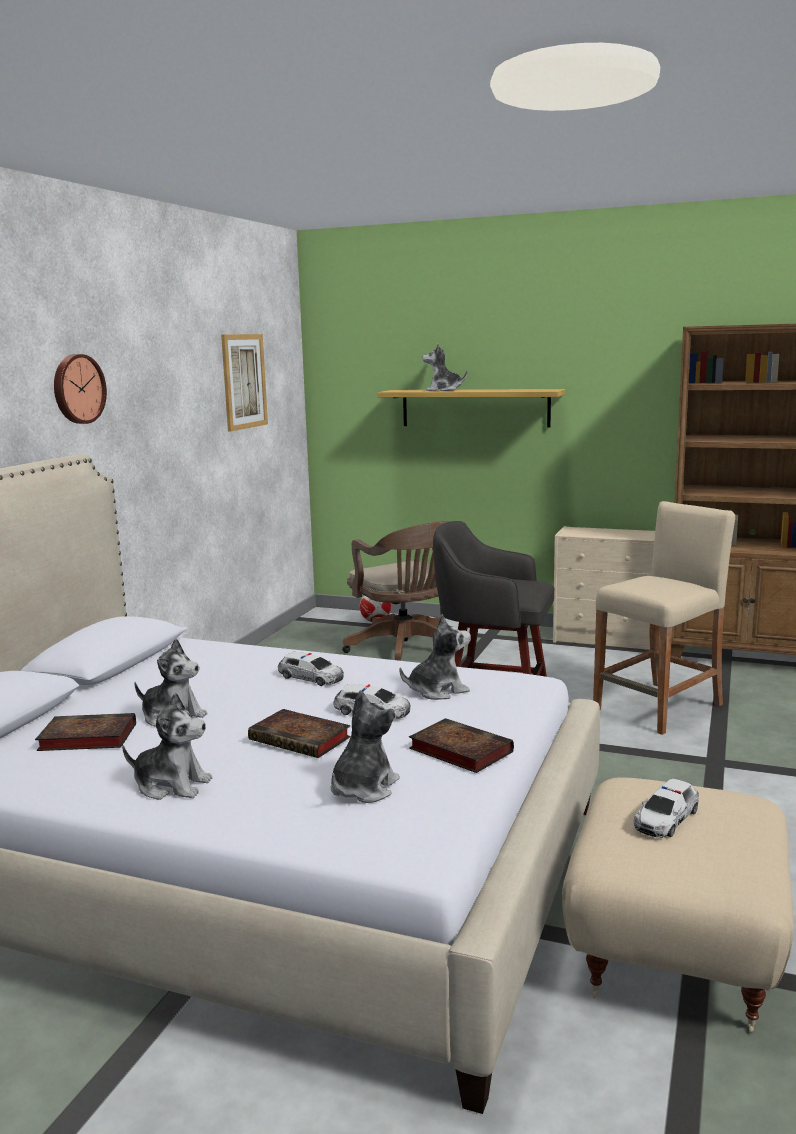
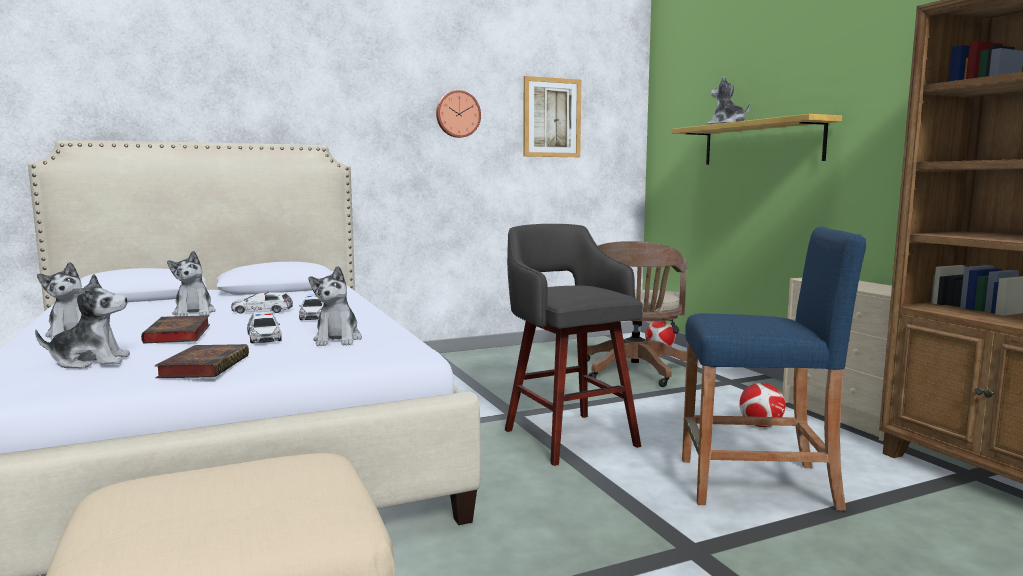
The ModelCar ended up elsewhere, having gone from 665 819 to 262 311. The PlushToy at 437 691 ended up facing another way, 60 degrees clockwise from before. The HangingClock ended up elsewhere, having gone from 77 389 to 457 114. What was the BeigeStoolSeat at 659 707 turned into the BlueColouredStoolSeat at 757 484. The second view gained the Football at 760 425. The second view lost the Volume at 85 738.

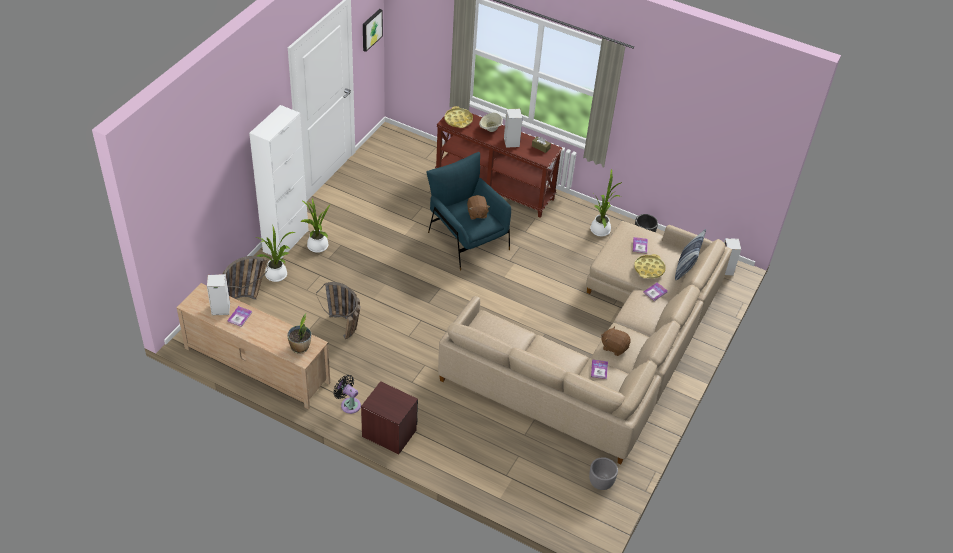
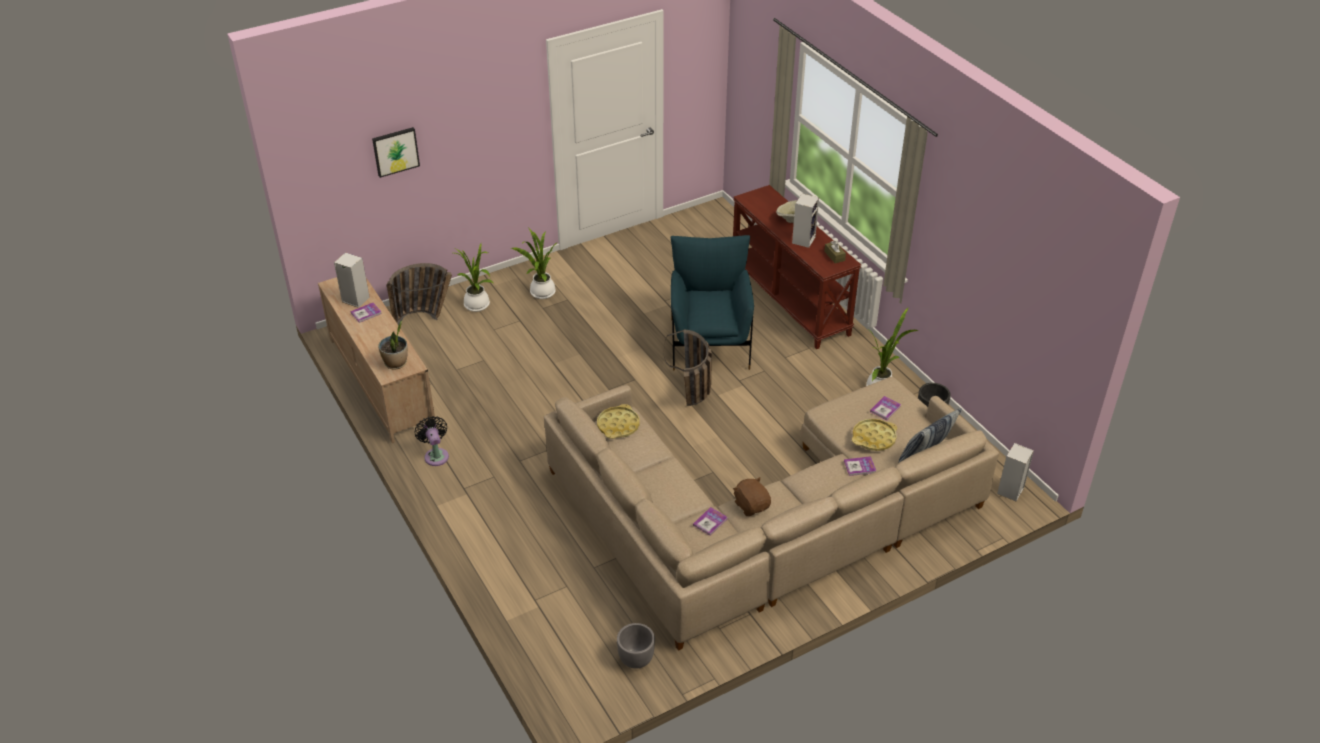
The WallPicture ended up elsewhere, having gone from 371 29 to 395 151. The YellowishServingTray ended up elsewhere, having gone from 458 120 to 618 425. The Basket ended up elsewhere, having gone from 346 331 to 693 398. The second view lost the WhitishCabinet at 286 241. The second view lost the BrownColouredNightTable at 389 433. The second view lost the BrownColouredPlushToy at 477 213.

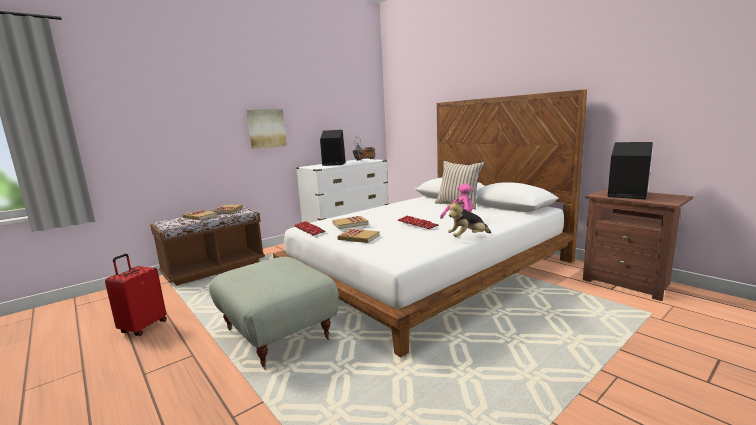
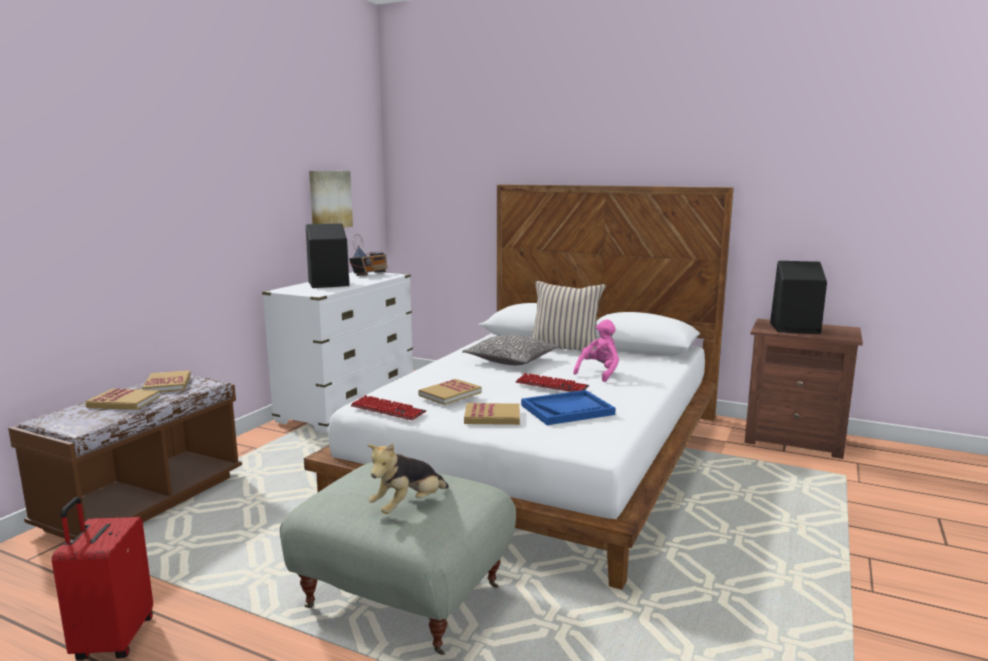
The WallPicture ended up elsewhere, having gone from 266 128 to 329 200. The PlushToy ended up elsewhere, having gone from 468 237 to 408 506. The second view gained the Cushion at 511 360. The second view gained the BlueColouredServingTray at 567 410.

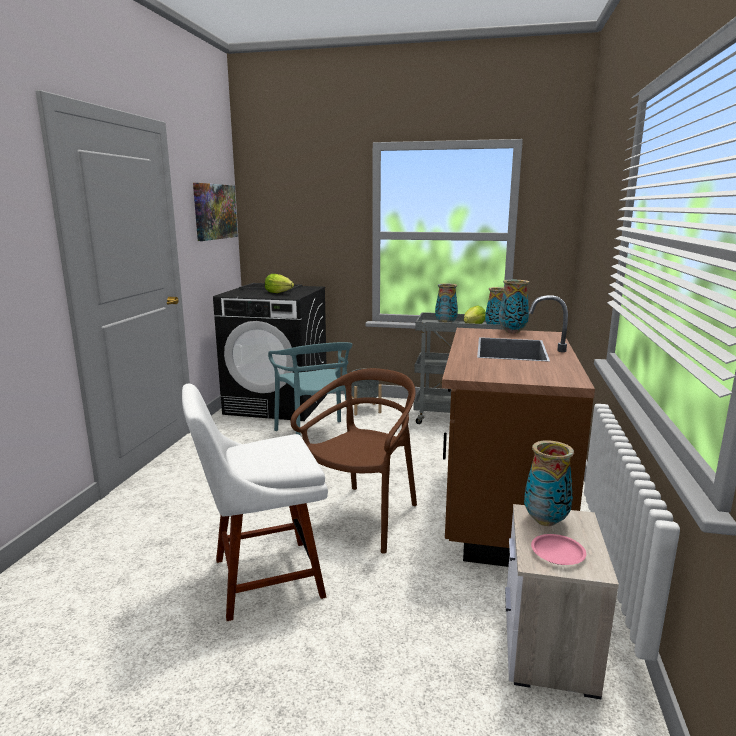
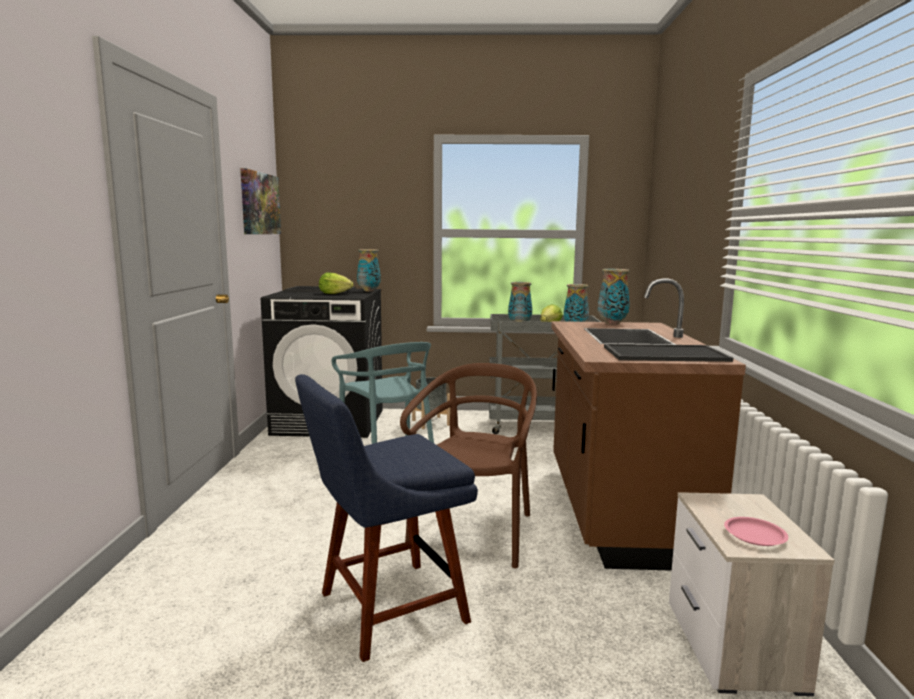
What was the WhitishPlainChair at 261 579 turned into the BlueColouredPlainChair at 385 609. The FlowerVase ended up elsewhere, having gone from 545 520 to 369 290. The second view gained the ServingTray at 664 354.

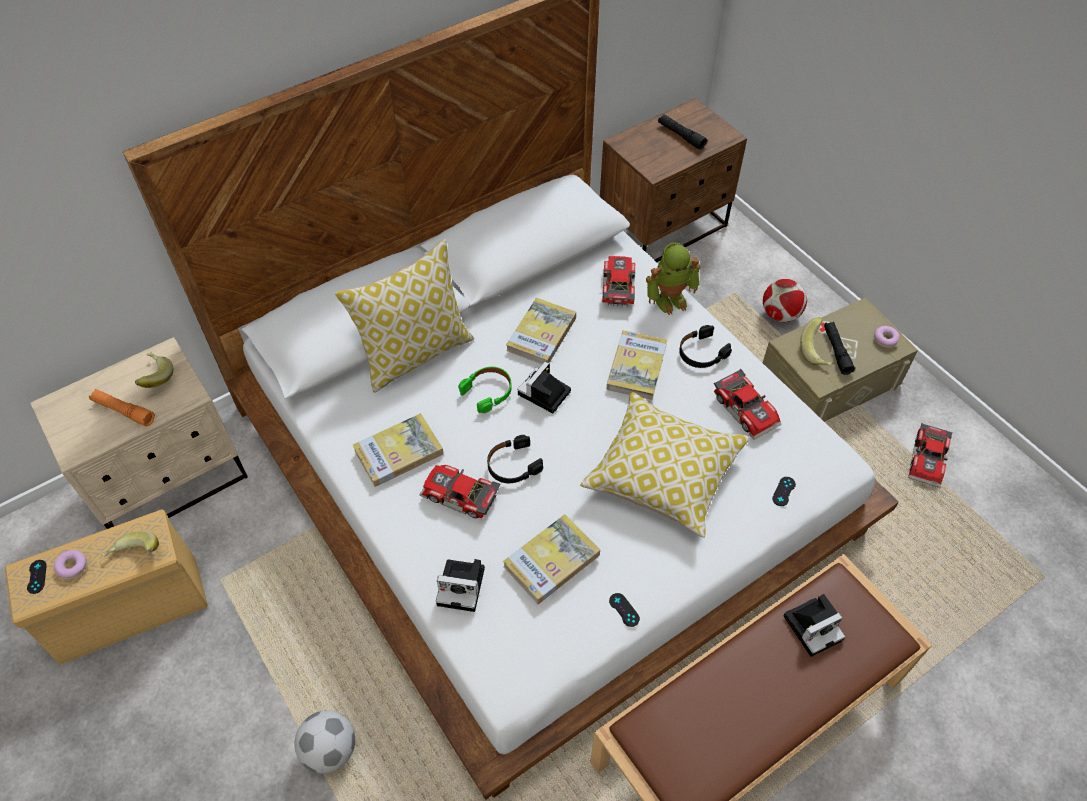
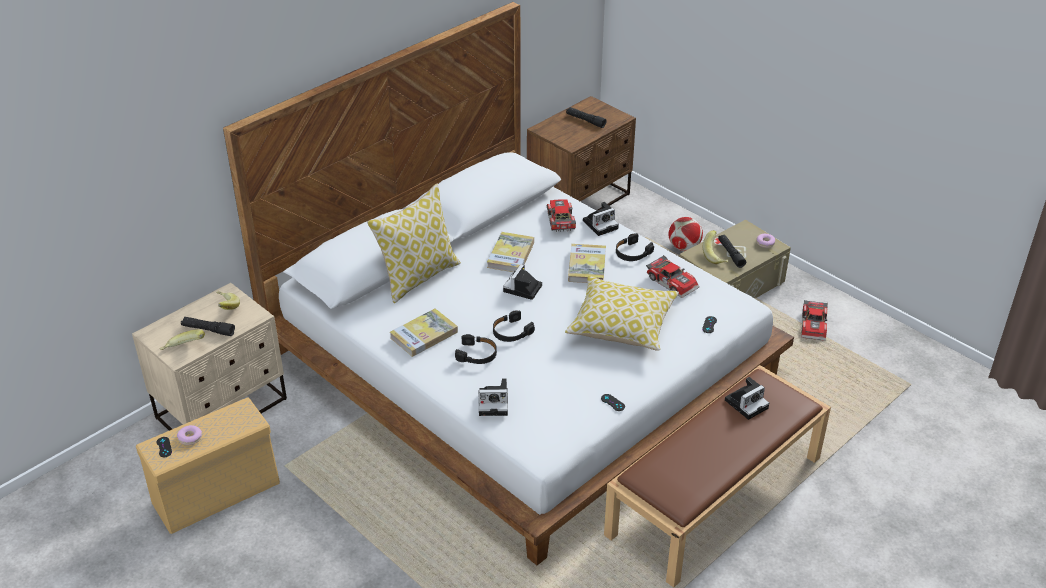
The Banana ended up elsewhere, having gone from 135 555 to 184 349. What was the OrangeTorch at 124 411 turned into the BlackColouredTorch at 208 330. Where the ModelCar stood at 459 497, the BlackColouredHeadset came to stand at 477 354. Where the RobotFigure stood at 670 299, the StillCamera came to stand at 601 224. The second view lost the Football at 330 750. The second view lost the GreenColouredHeadset at 488 391. The second view lost the Volume at 551 560.

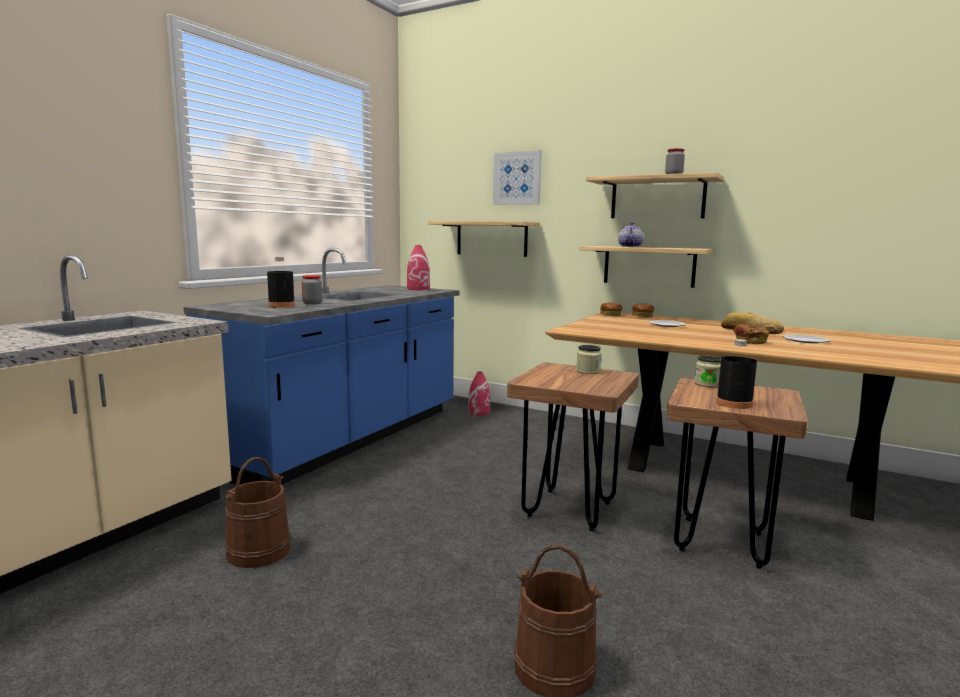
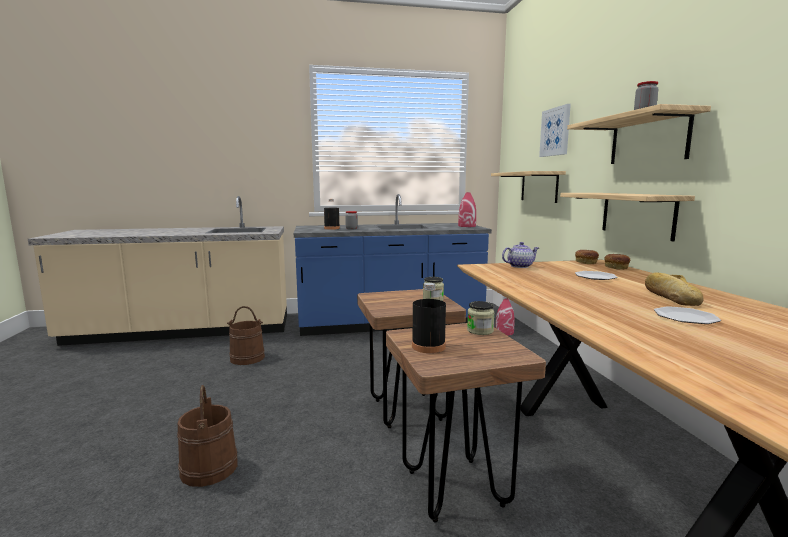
The PotForTea ended up elsewhere, having gone from 629 246 to 520 266. The second view lost the Bread at 749 342.

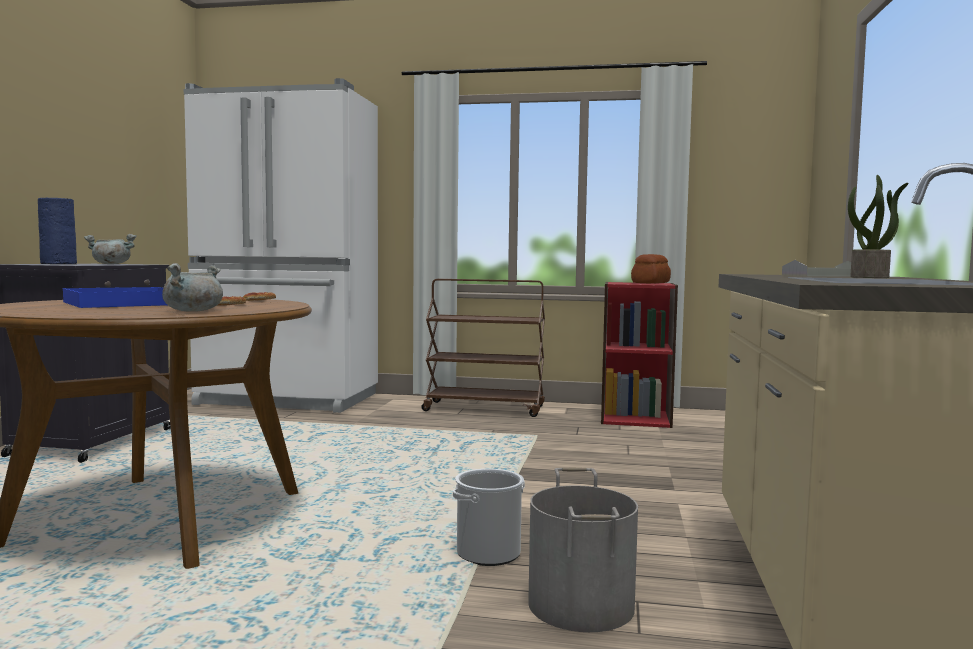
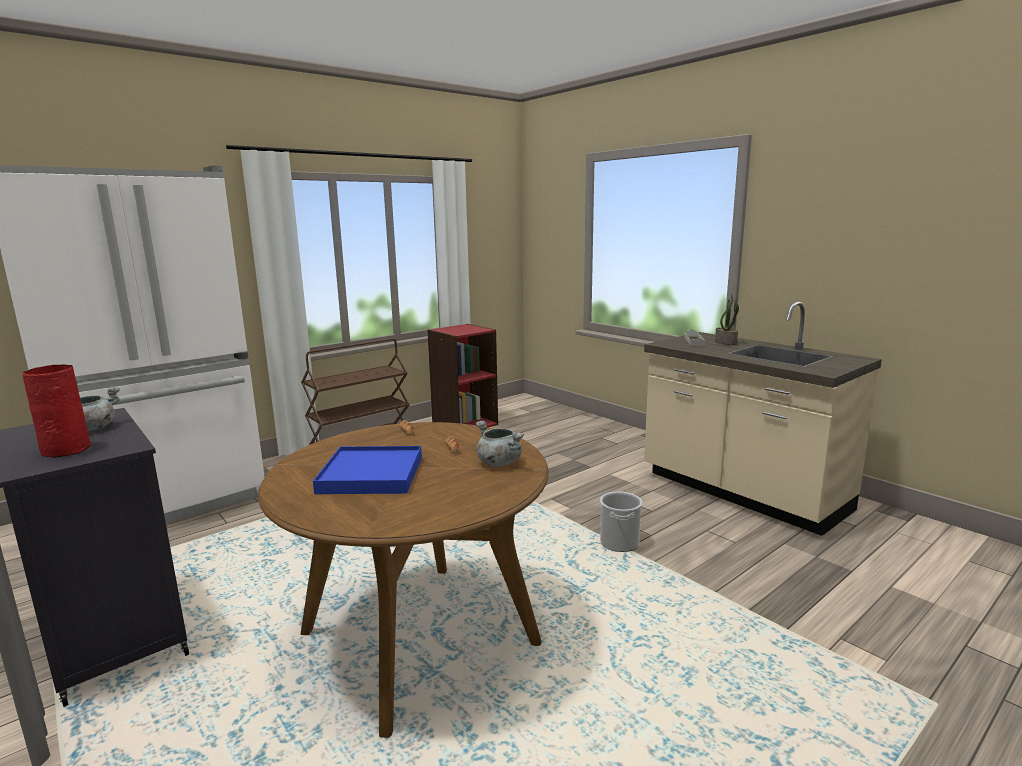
What was the BlueColouredFlowerVase at 60 264 turned into the RedFlowerVase at 67 450. The second view lost the GreyishWaterBucket at 582 604. The second view lost the Bread at 649 283.

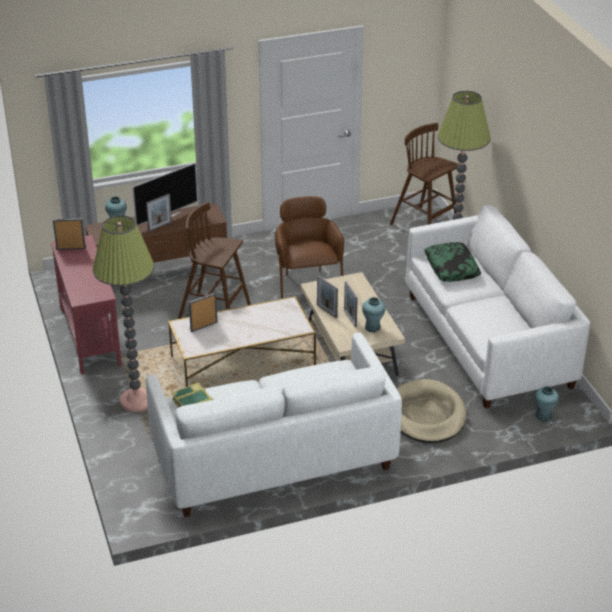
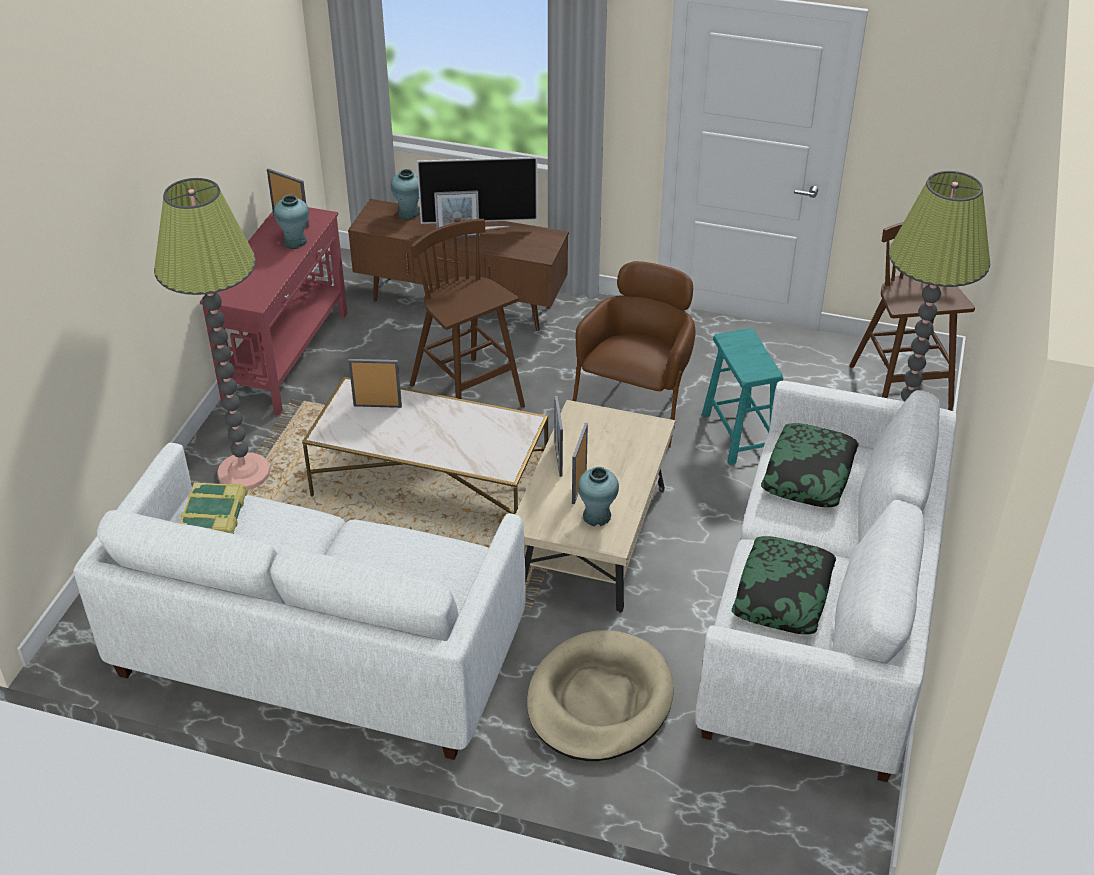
The BlueGreenFlowerVase ended up elsewhere, having gone from 543 415 to 295 242. The second view gained the BlueGreenStoolSeat at 739 434. The second view gained the Cushion at 783 594.

